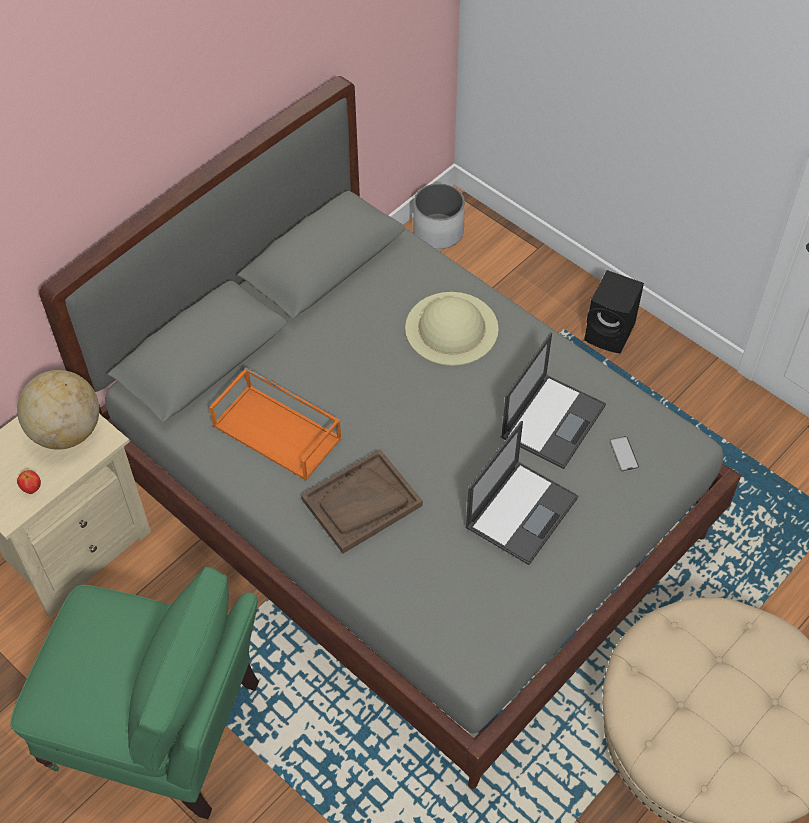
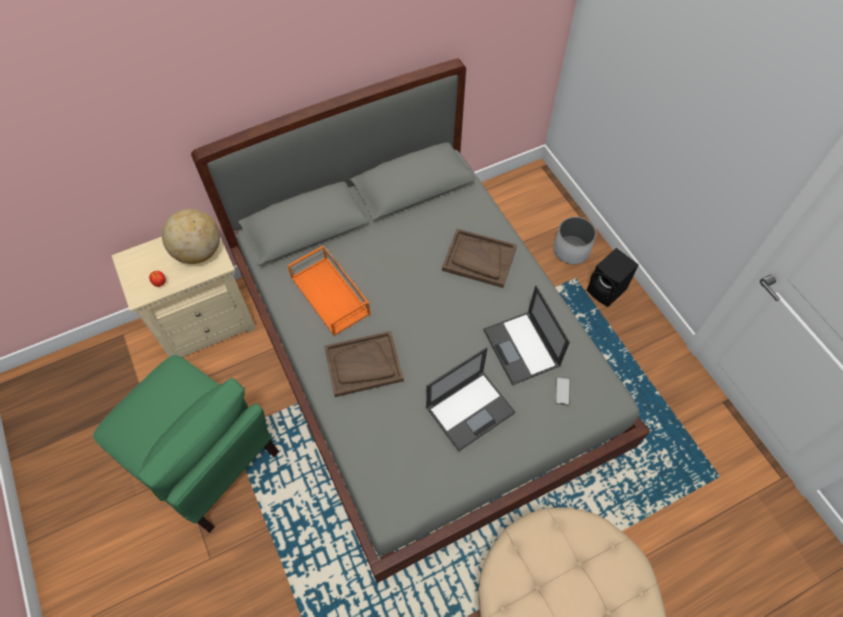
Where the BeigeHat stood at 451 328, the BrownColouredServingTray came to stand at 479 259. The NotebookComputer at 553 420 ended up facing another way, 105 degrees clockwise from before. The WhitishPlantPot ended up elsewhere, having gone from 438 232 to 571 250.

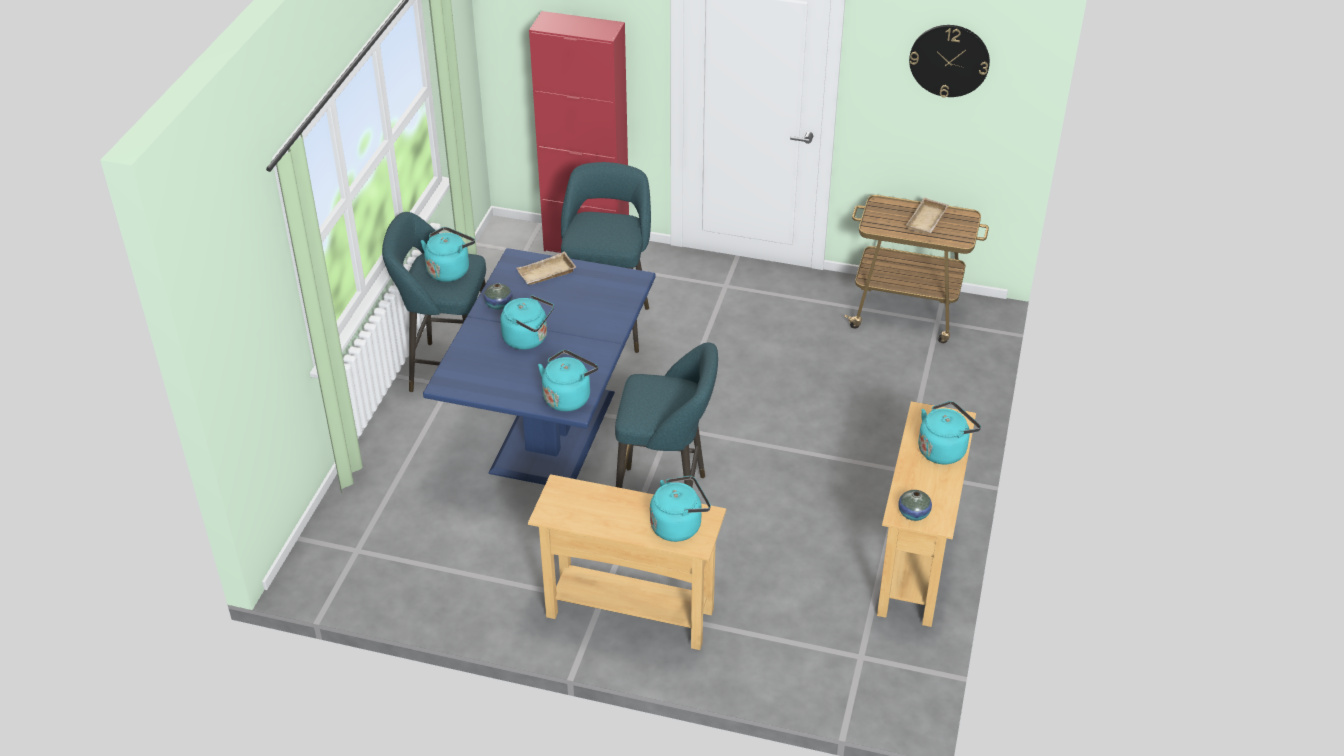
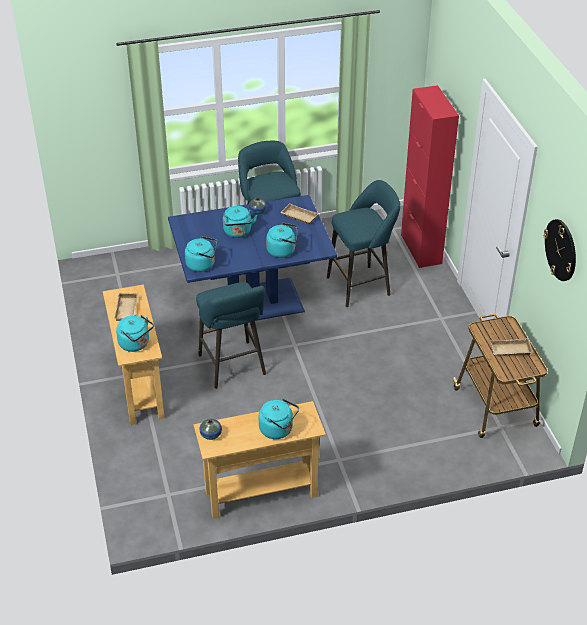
The second view gained the BeigeServingTray at 127 309. The BlueGreenKettle ended up elsewhere, having gone from 449 270 to 283 251.

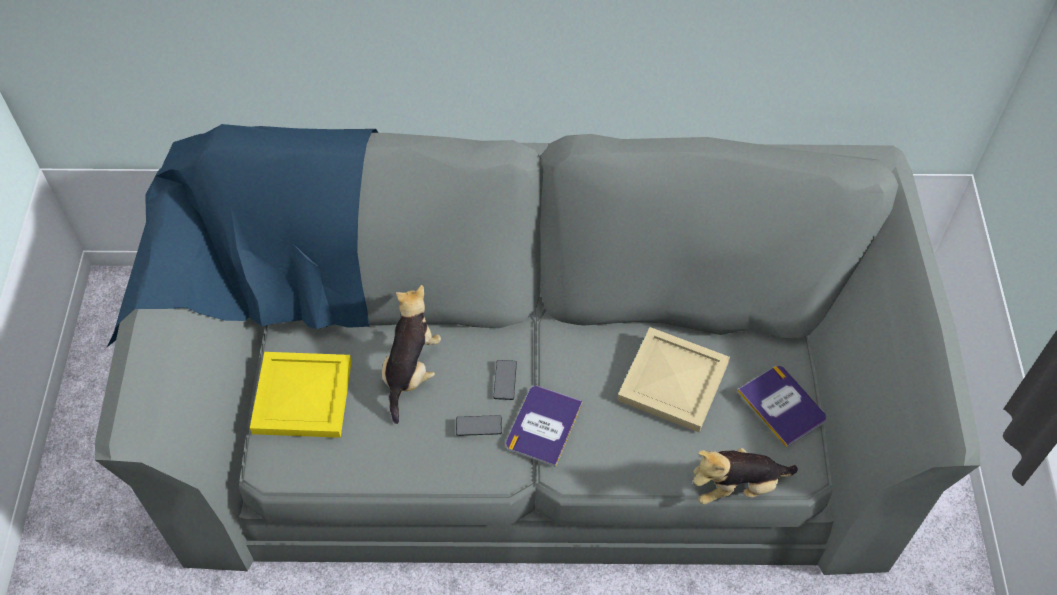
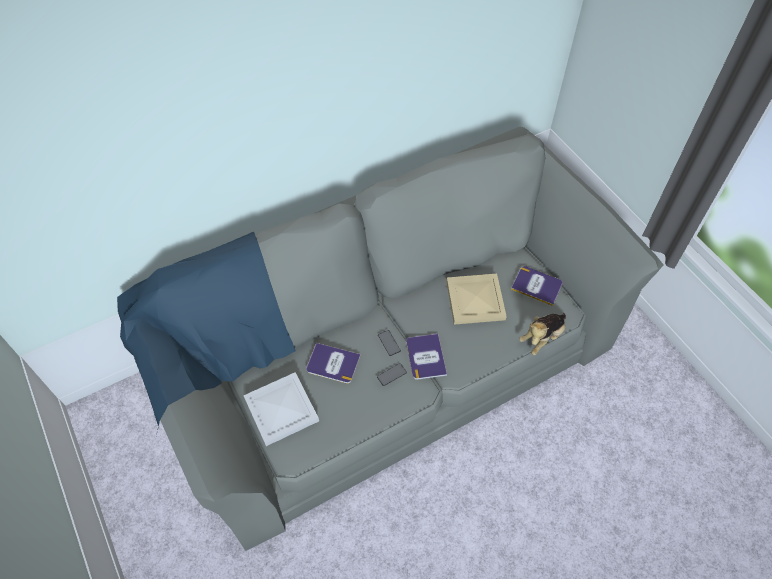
What was the YellowishServingTray at 301 398 turned into the WhitishServingTray at 281 411. Where the PlushToy stood at 411 370, the Volume came to stand at 333 364.

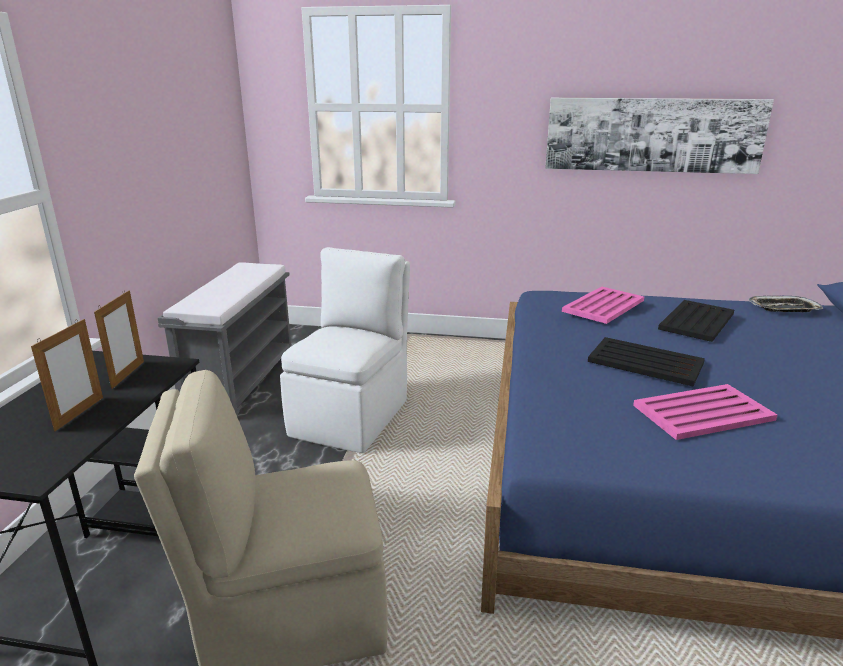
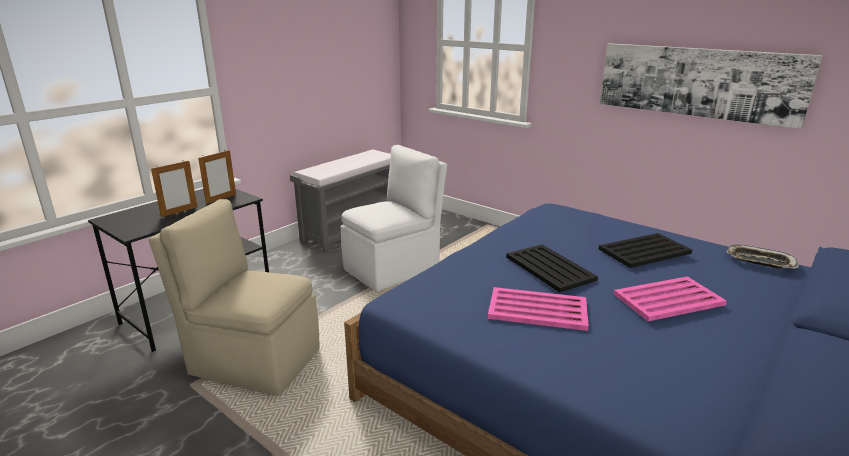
The PinkColouredServingTray ended up elsewhere, having gone from 603 306 to 667 299.

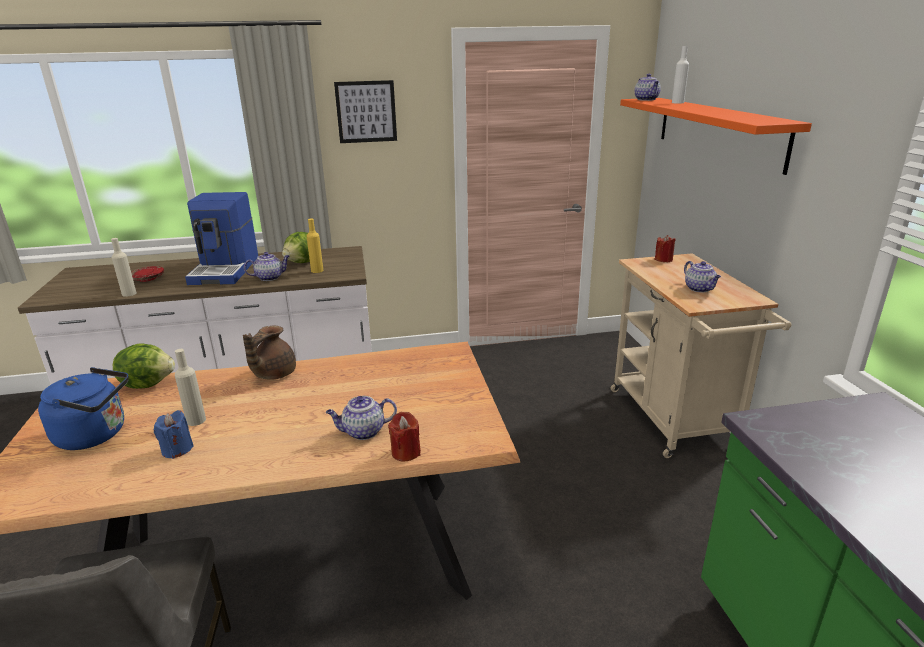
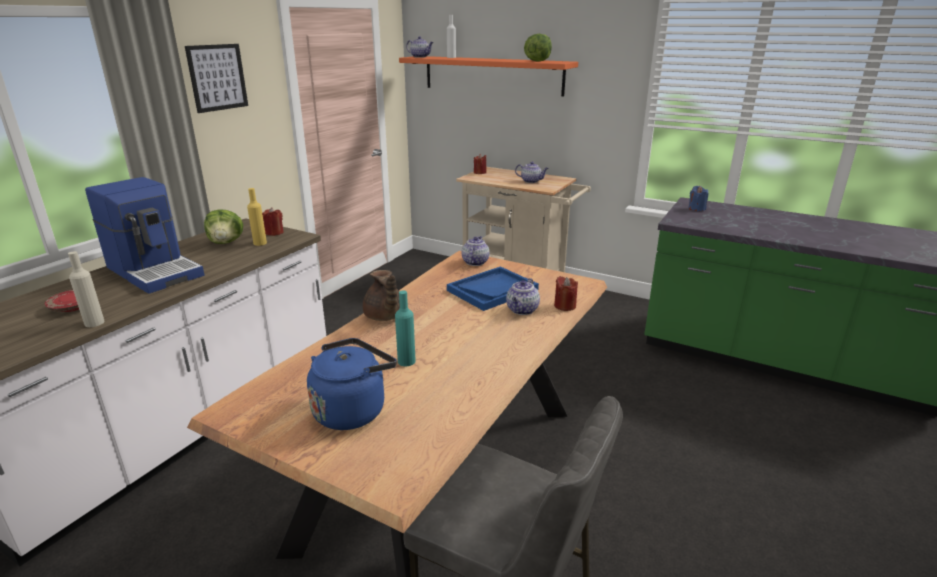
The second view gained the RedCandle at 274 233. What was the BeigeDrinkBottle at 196 420 turned into the BlueGreenDrinkBottle at 406 361. The second view gained the BlueColouredServingTray at 492 290. The PotForTea ended up elsewhere, having gone from 270 277 to 475 262. The Lettuce ended up elsewhere, having gone from 148 383 to 537 61. The BlueColouredCandle ended up elsewhere, having gone from 177 449 to 696 208.

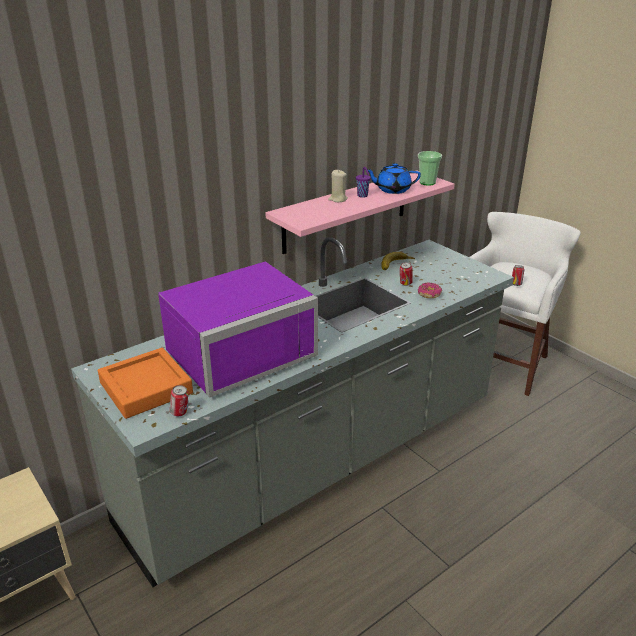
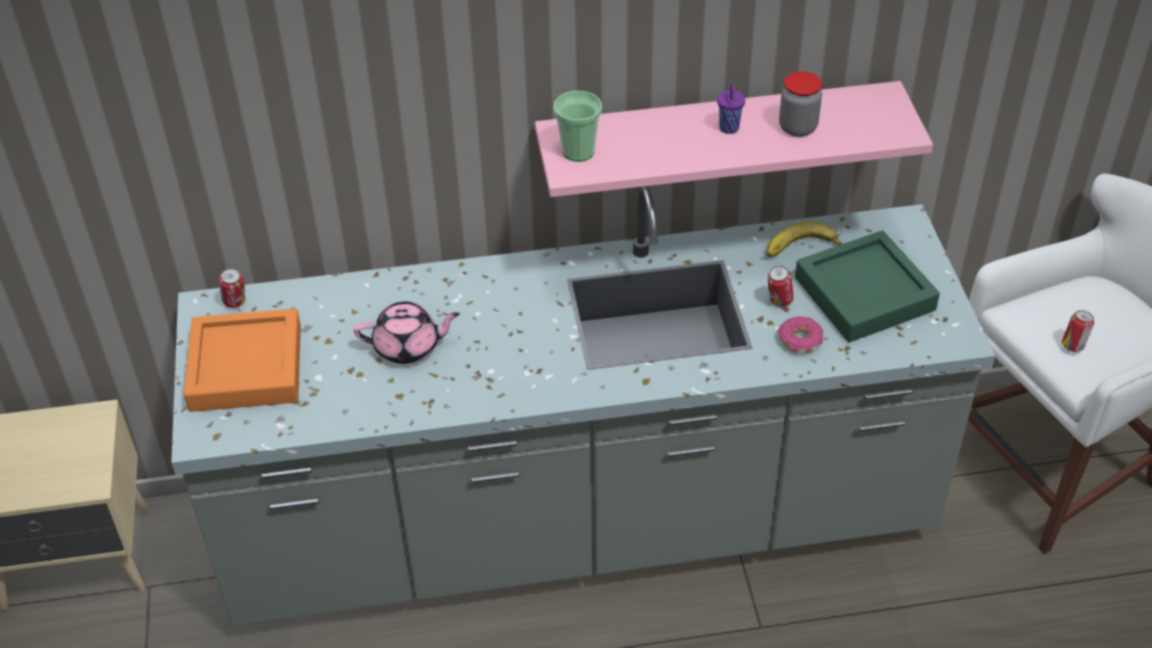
The MetalCan ended up elsewhere, having gone from 180 413 to 235 303. Where the PurpleMicrowaveOven stood at 237 351, the PinkColouredPotForTea came to stand at 408 347. The SmallCup ended up elsewhere, having gone from 427 182 to 578 151. Where the BlueColouredPotForTea stood at 392 190, the Jar came to stand at 797 127. The second view gained the GreenColouredServingTray at 864 294. The second view lost the BeigeCandle at 337 199.

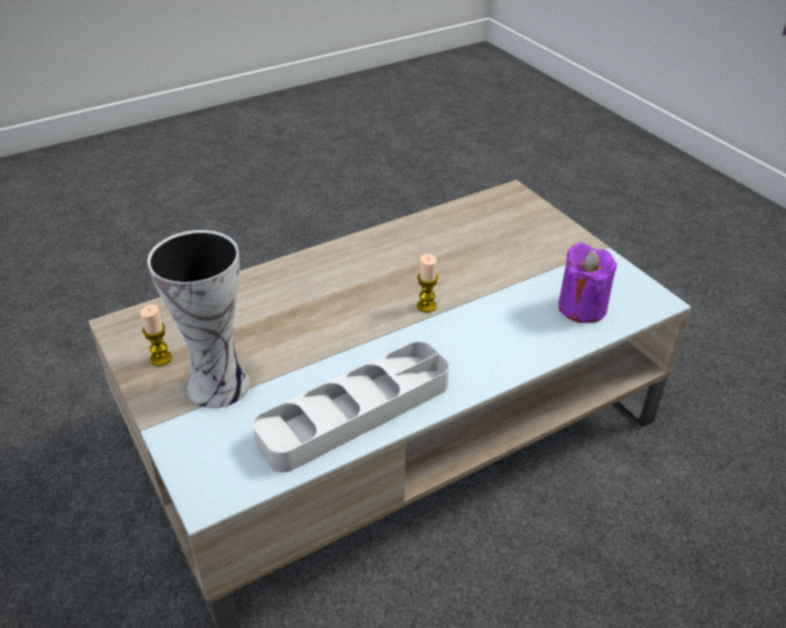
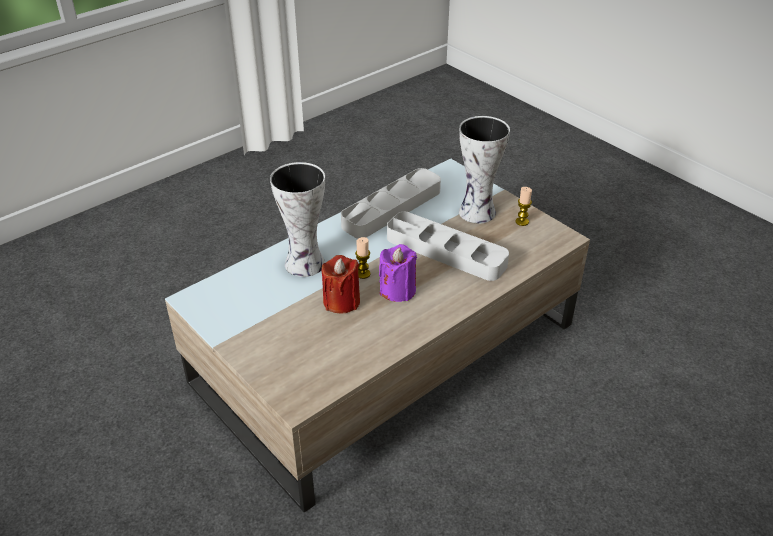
The second view gained the FlowerVase at 304 265. The second view gained the RedCandle at 341 301. The PurpleCandle ended up elsewhere, having gone from 582 307 to 397 290. The second view gained the GreyishServingTray at 445 251.

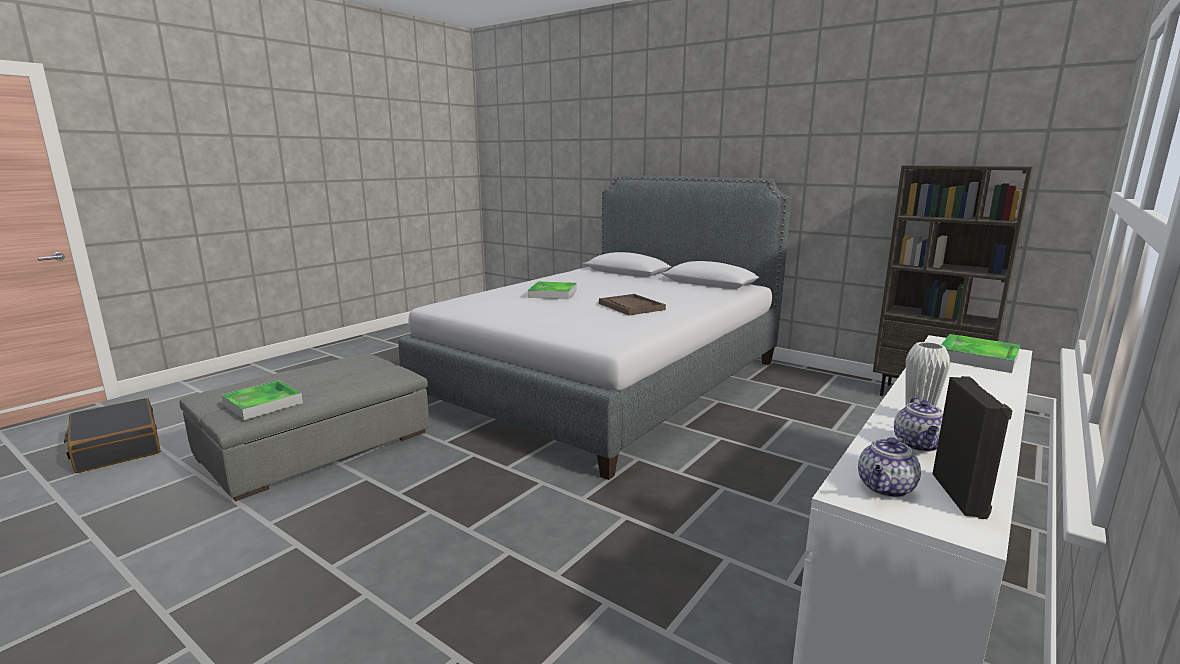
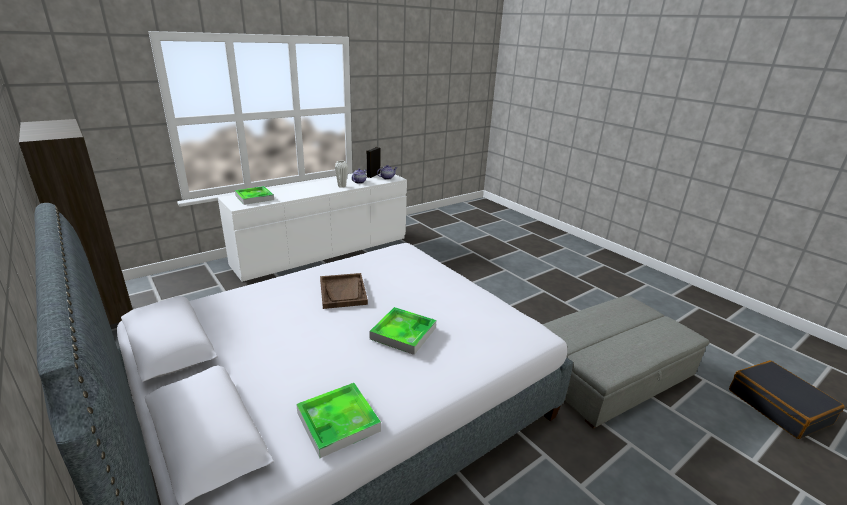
The ServingTray ended up elsewhere, having gone from 263 404 to 338 422.

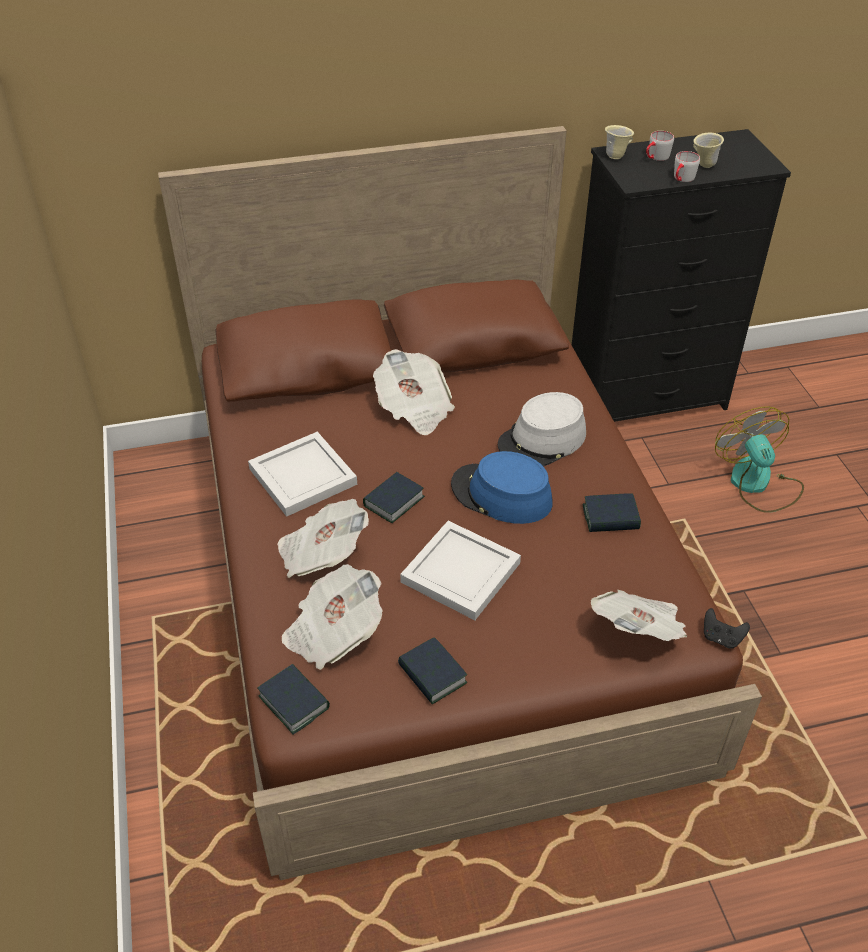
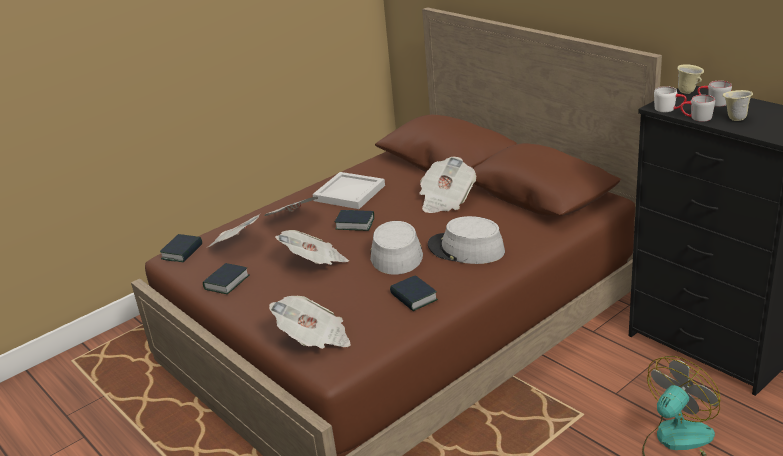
Where the WhitishServingTray stood at 460 571, the Newspaper came to stand at 315 263. What was the BlueColouredHat at 501 495 turned into the GreyishHat at 396 253. The second view gained the WhitishTeaMug at 669 109. The second view lost the BlackColouredJoypad at 721 638.

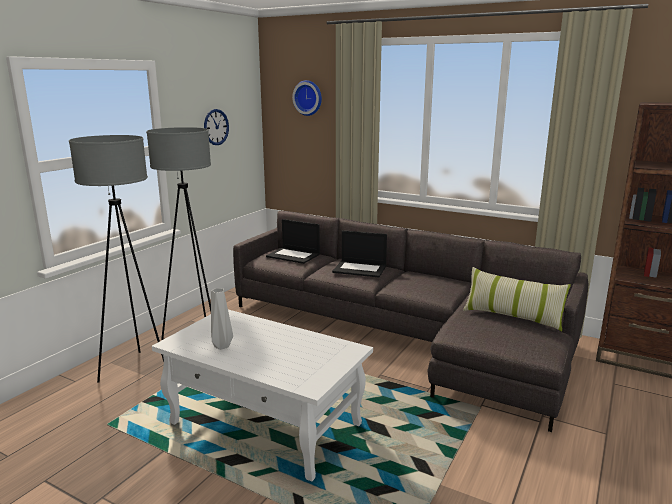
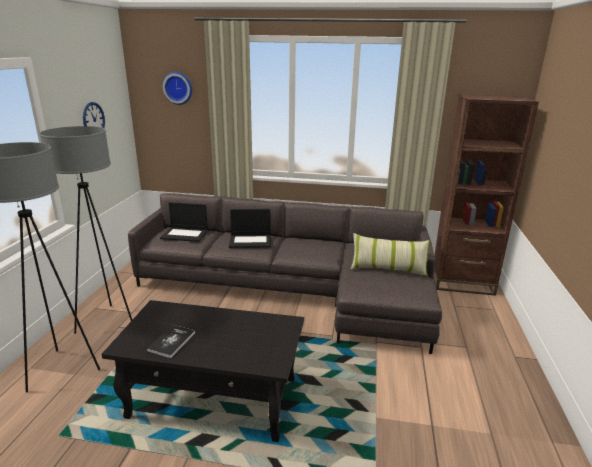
What was the WhitishLoungeTable at 267 424 turned into the BlackColouredLoungeTable at 215 397. Where the GreyishFlowerVase stood at 221 346, the Volume came to stand at 171 341.

